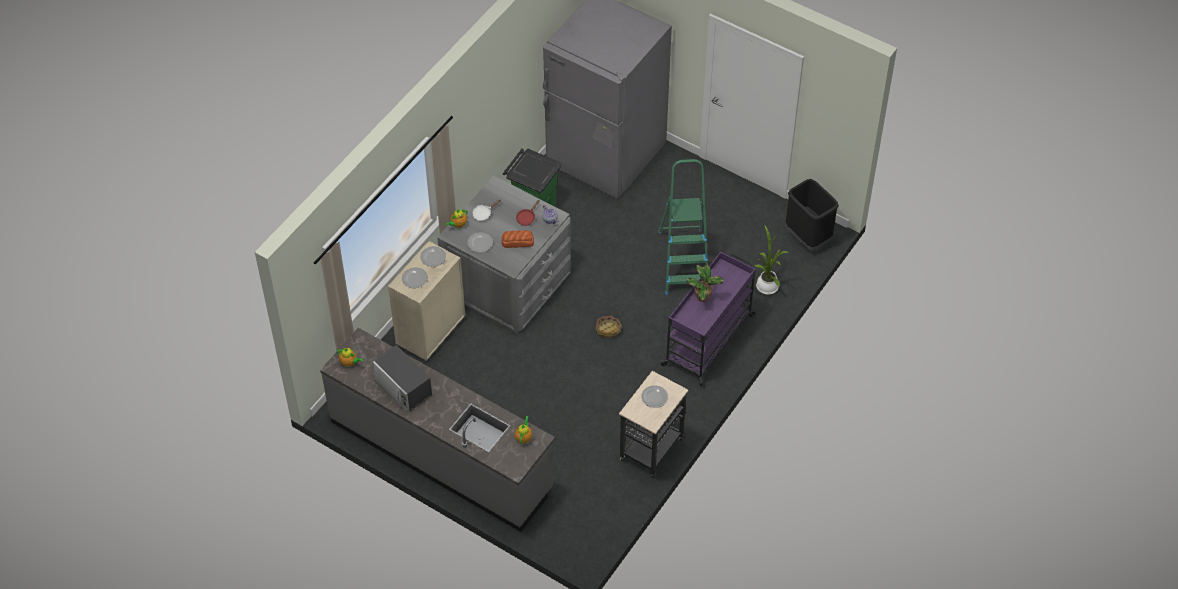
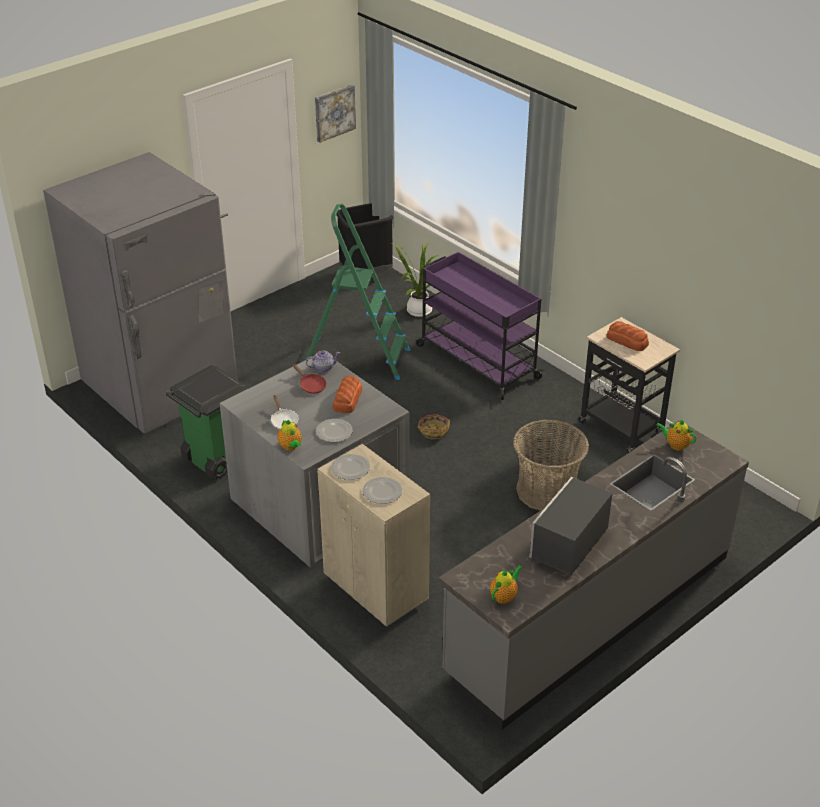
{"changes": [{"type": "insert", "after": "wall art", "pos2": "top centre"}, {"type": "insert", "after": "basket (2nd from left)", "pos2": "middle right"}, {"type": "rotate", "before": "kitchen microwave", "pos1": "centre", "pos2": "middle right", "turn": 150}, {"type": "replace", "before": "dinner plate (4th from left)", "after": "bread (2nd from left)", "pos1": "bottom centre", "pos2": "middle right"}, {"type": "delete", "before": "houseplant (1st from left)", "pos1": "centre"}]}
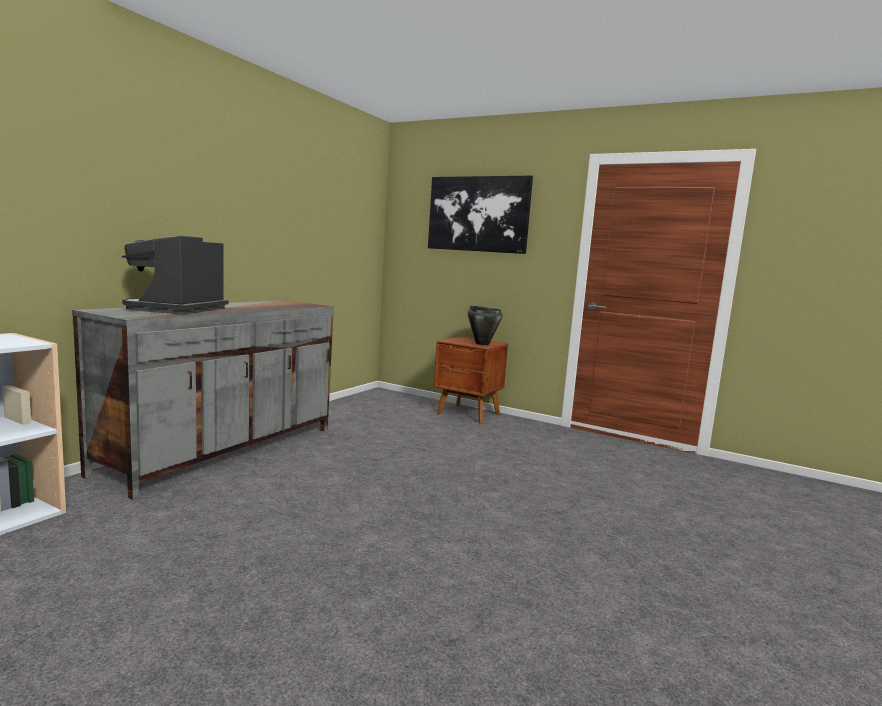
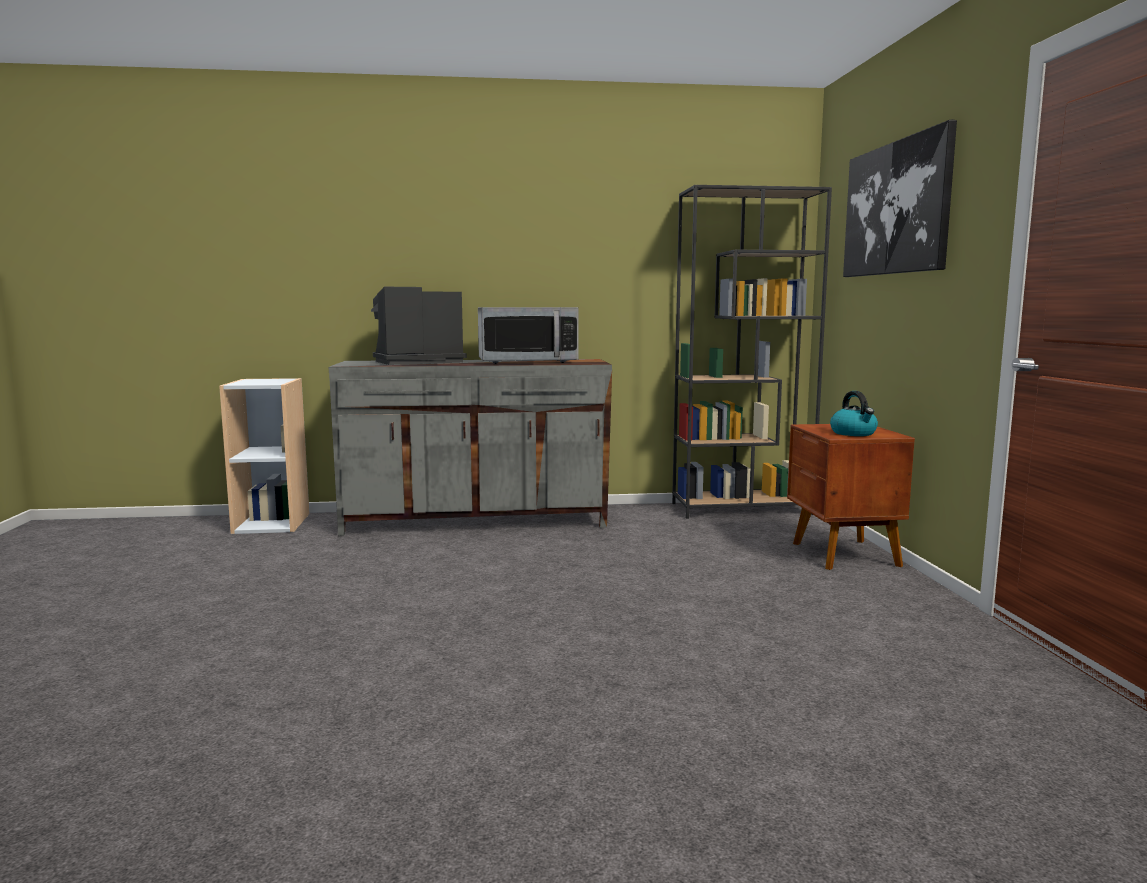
{"changes": [{"type": "insert", "after": "kitchen microwave", "pos2": "centre"}, {"type": "insert", "after": "bookshelf (2nd from left)", "pos2": "centre"}, {"type": "replace", "before": "black cooking pot", "after": "tea kettle", "pos1": "centre", "pos2": "middle right"}]}
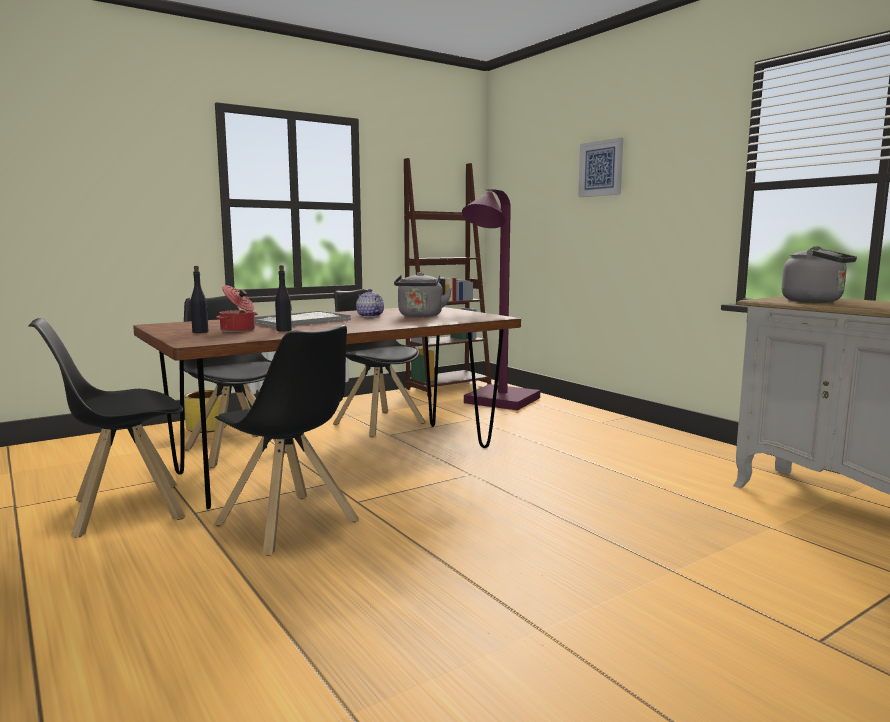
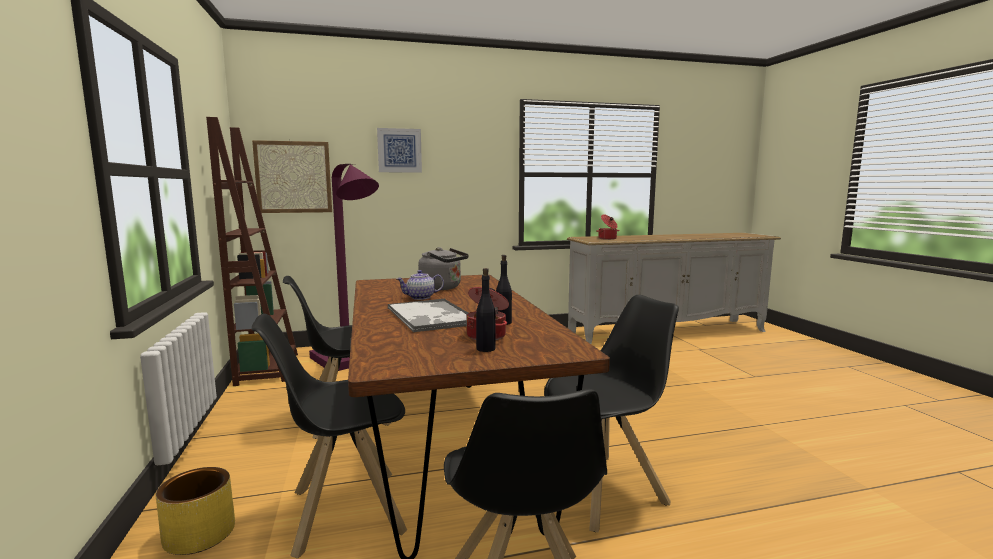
{"changes": [{"type": "insert", "after": "wall art (1st from left)", "pos2": "top left"}, {"type": "replace", "before": "greyish tea kettle (2nd from left)", "after": "cooking pot (2nd from left)", "pos1": "middle right", "pos2": "centre"}]}
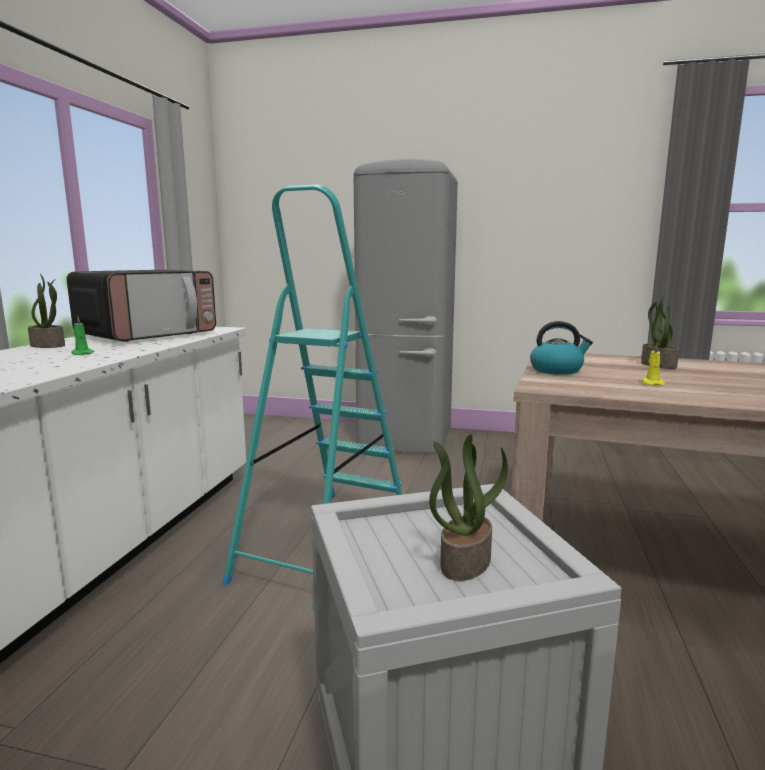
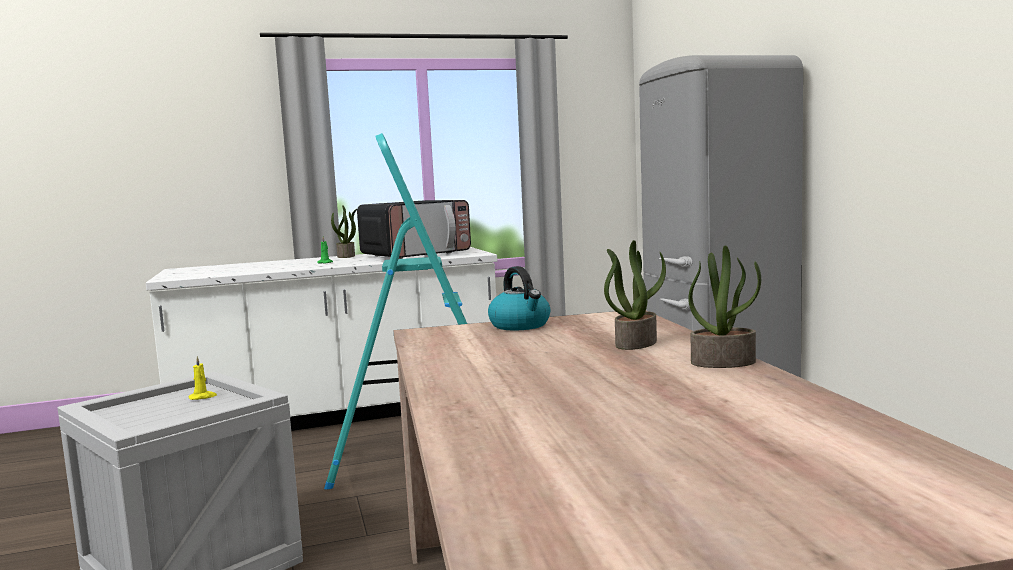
{"changes": [{"type": "move", "before": "yellow wax candle", "pos1": "middle right", "pos2": "middle left"}, {"type": "rotate", "before": "kitchen microwave", "pos1": "middle left", "pos2": "centre", "turn": -45}, {"type": "move", "before": "houseplant (2nd from left in the first image)", "after": "houseplant (3rd from left)", "pos1": "centre", "pos2": "middle right"}]}
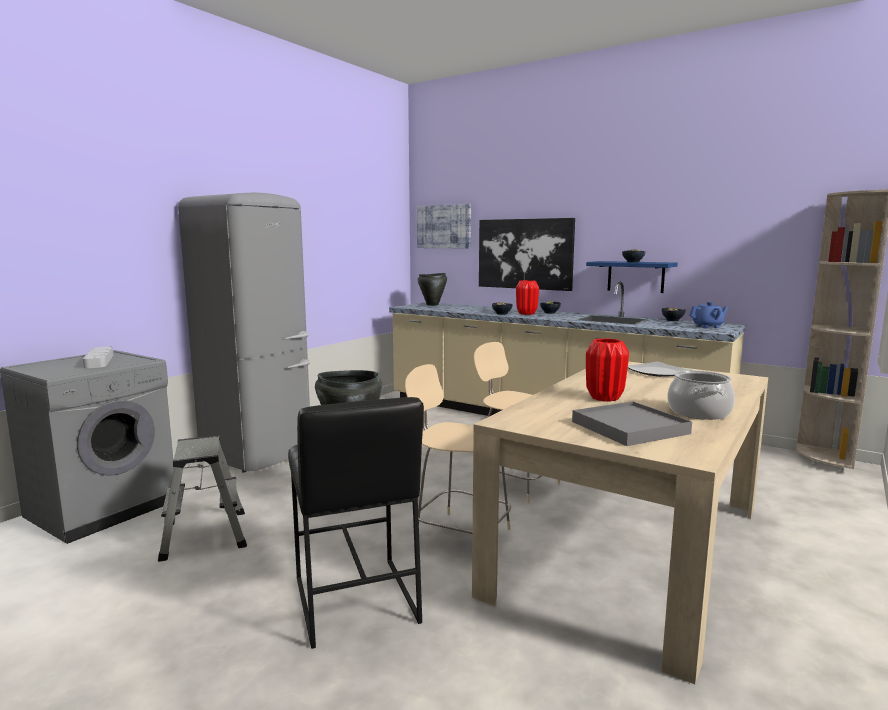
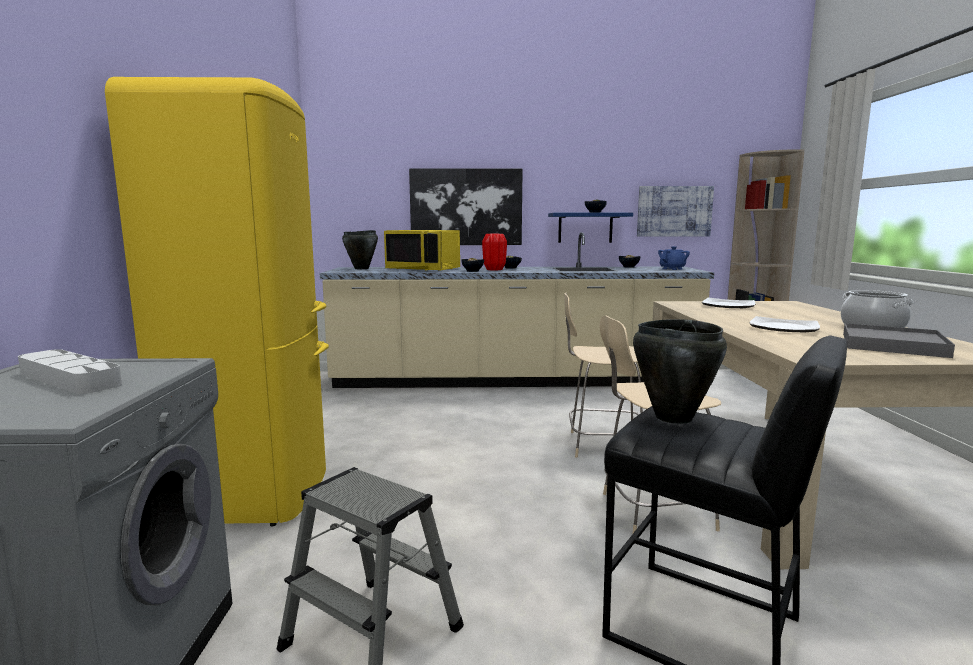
{"changes": [{"type": "recolor", "before": "greyish fridge", "after": "yellow fridge", "pos1": "middle left", "pos2": "middle left"}, {"type": "insert", "after": "yellow kitchen microwave", "pos2": "centre"}, {"type": "move", "before": "wall art (1st from left in the first image)", "after": "wall art (2nd from left)", "pos1": "top centre", "pos2": "top right"}, {"type": "replace", "before": "red-coloured decorative vase (2nd from left)", "after": "dinner plate (2nd from left)", "pos1": "middle right", "pos2": "middle right"}]}
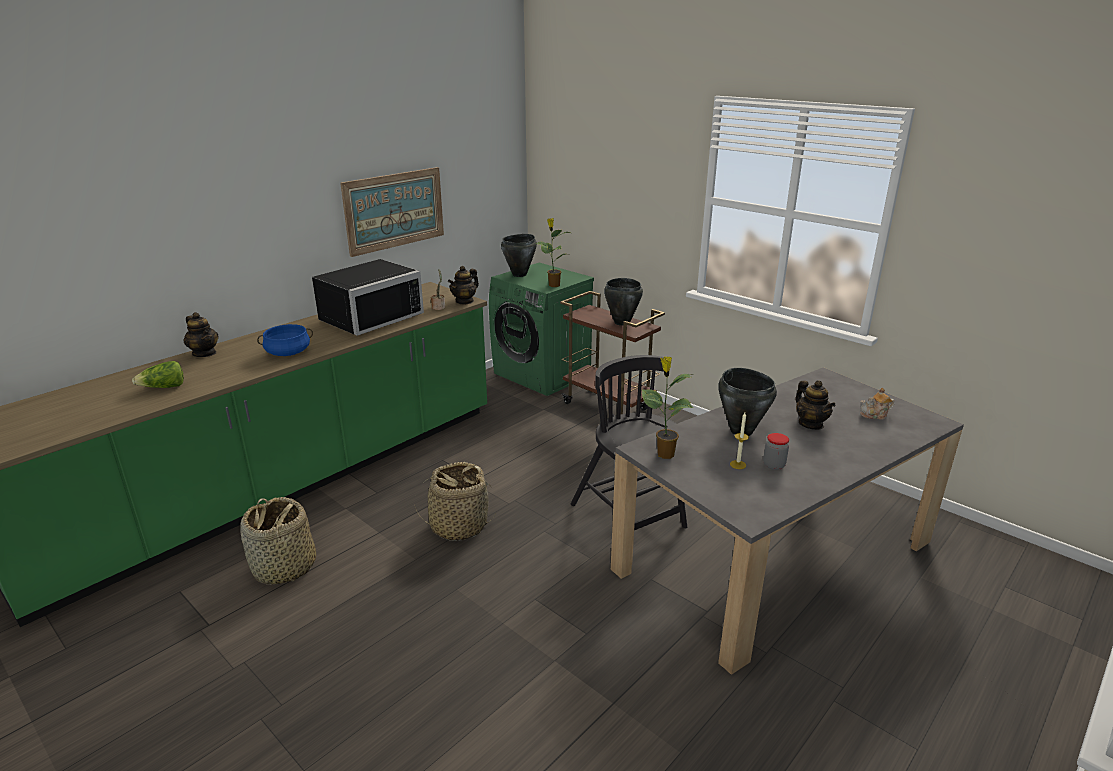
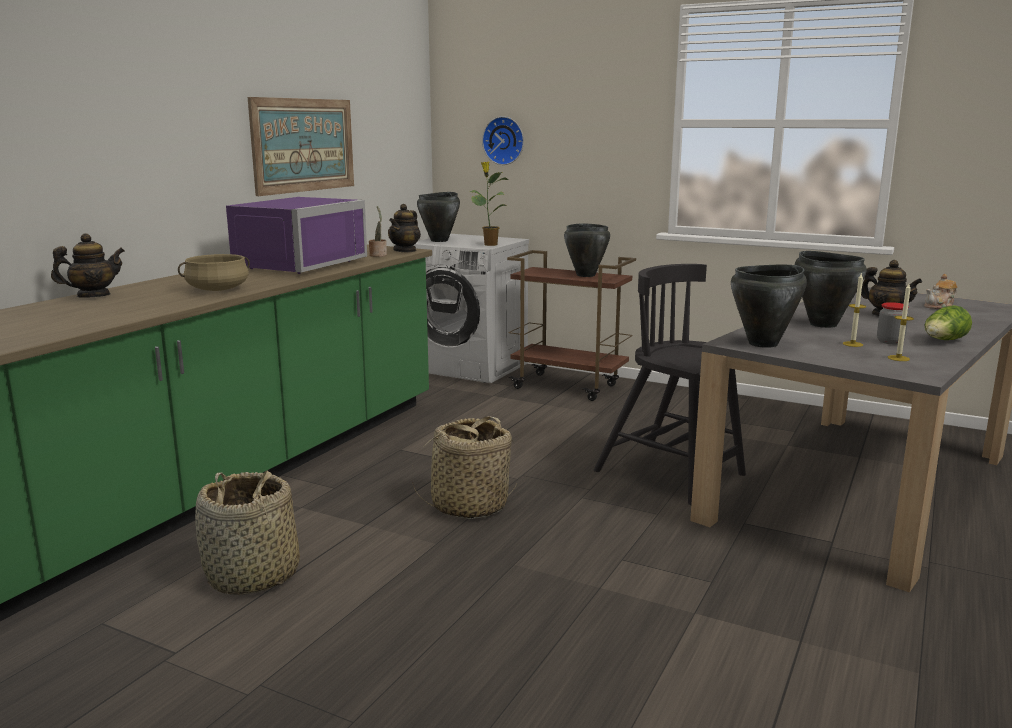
{"changes": [{"type": "rotate", "before": "teapot (1st from left)", "pos1": "middle left", "pos2": "middle left", "turn": -60}, {"type": "recolor", "before": "blue cooking pot", "after": "beige-coloured cooking pot", "pos1": "middle left", "pos2": "middle left"}, {"type": "recolor", "before": "black kitchen microwave", "after": "purplish kitchen microwave", "pos1": "middle left", "pos2": "top left"}, {"type": "recolor", "before": "greenish laundry appliance", "after": "white laundry appliance", "pos1": "centre", "pos2": "centre"}, {"type": "insert", "after": "wall clock", "pos2": "top centre"}, {"type": "replace", "before": "houseplant (3rd from left)", "after": "black cooking pot (3rd from left)", "pos1": "centre", "pos2": "middle right"}, {"type": "insert", "after": "wax candle (2nd from left)", "pos2": "middle right"}, {"type": "move", "before": "lettuce head", "pos1": "middle left", "pos2": "middle right"}]}
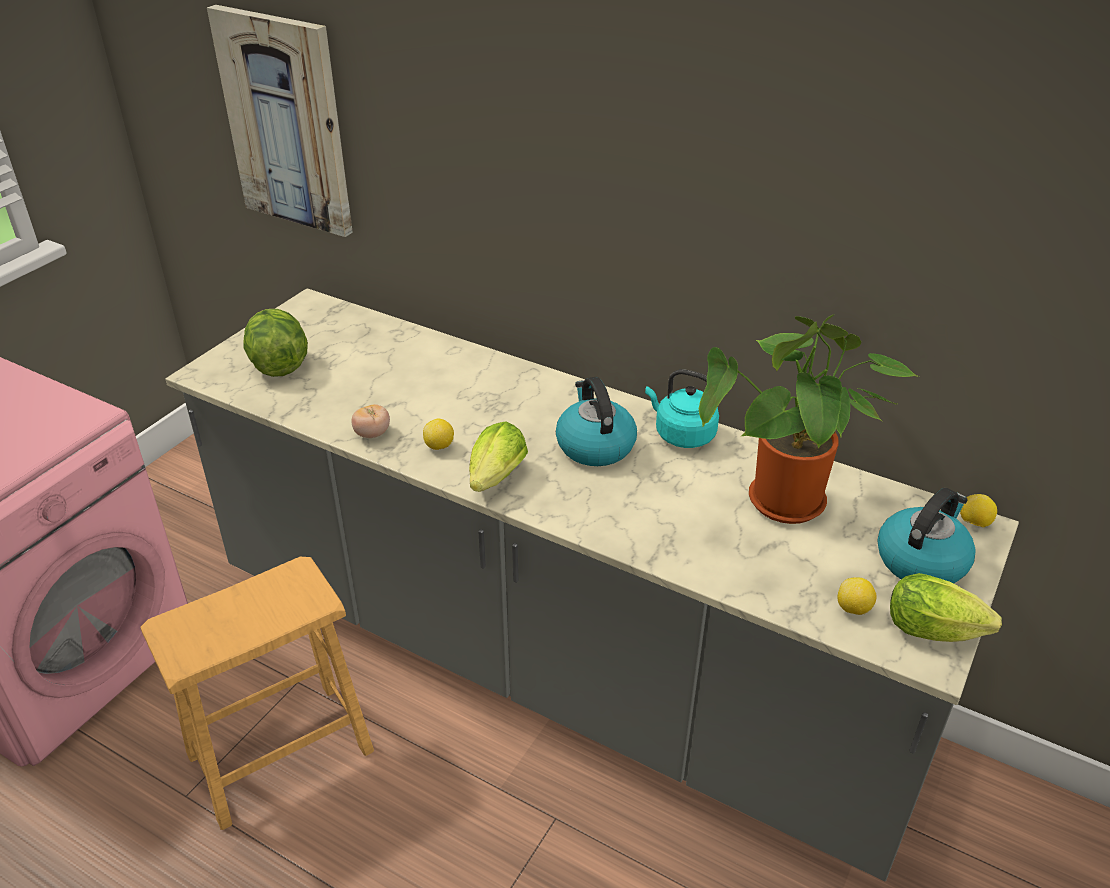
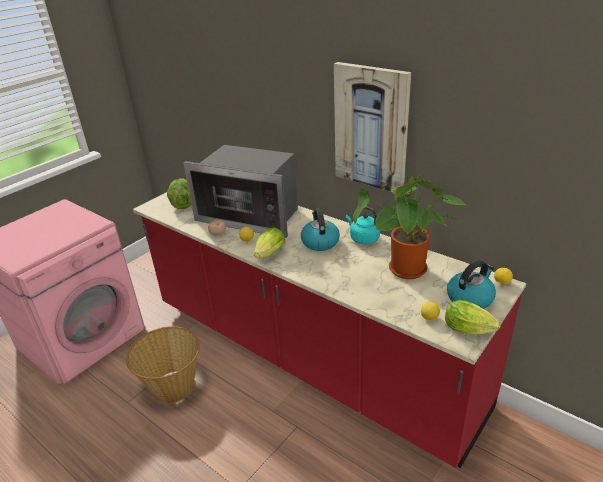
{"changes": [{"type": "replace", "before": "brownish sitting stool", "after": "basket", "pos1": "bottom left", "pos2": "bottom left"}, {"type": "recolor", "before": "greyish counter", "after": "red-coloured counter", "pos1": "centre", "pos2": "bottom centre"}, {"type": "insert", "after": "kitchen microwave", "pos2": "centre"}, {"type": "move", "before": "wall art", "pos1": "top left", "pos2": "top centre"}]}
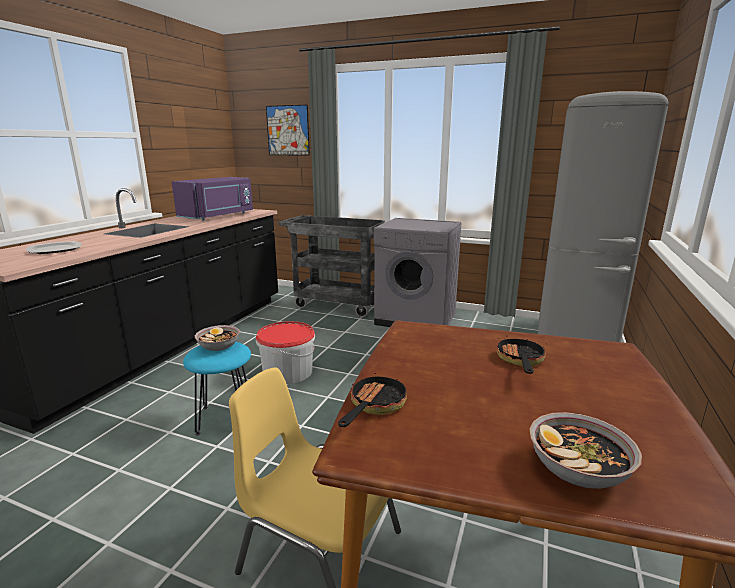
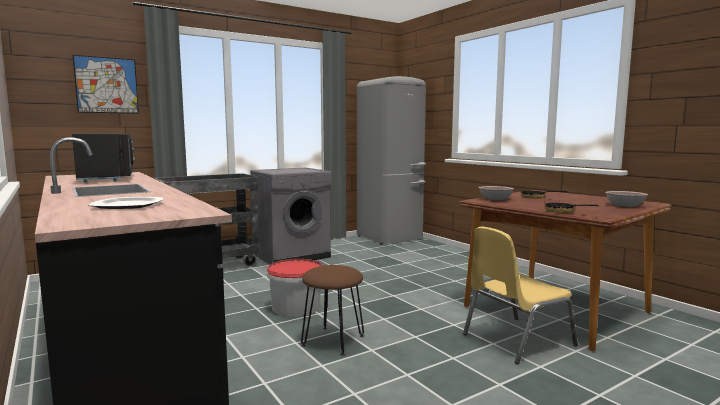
{"changes": [{"type": "recolor", "before": "purplish kitchen microwave", "after": "black kitchen microwave", "pos1": "middle left", "pos2": "middle left"}, {"type": "recolor", "before": "turquoise sitting stool", "after": "brownish sitting stool", "pos1": "middle left", "pos2": "bottom centre"}, {"type": "move", "before": "deep dish (1st from left)", "pos1": "middle left", "pos2": "middle right"}]}
